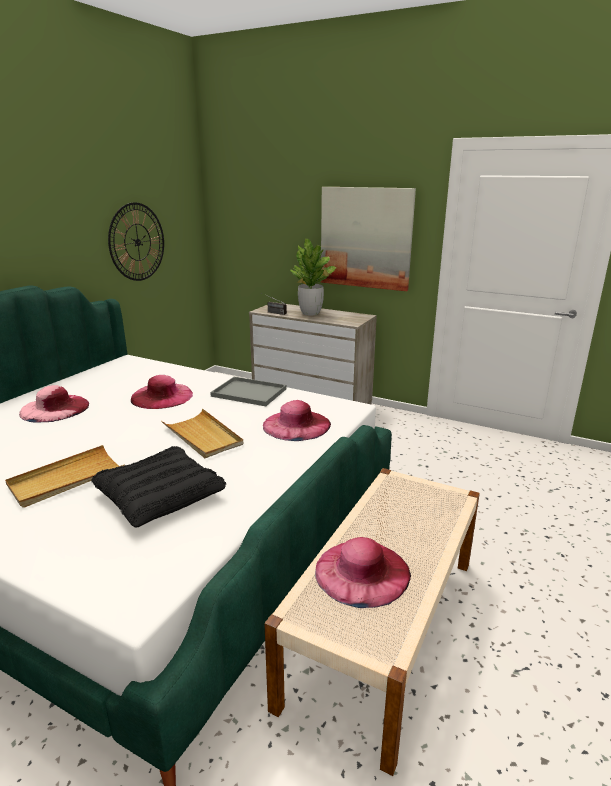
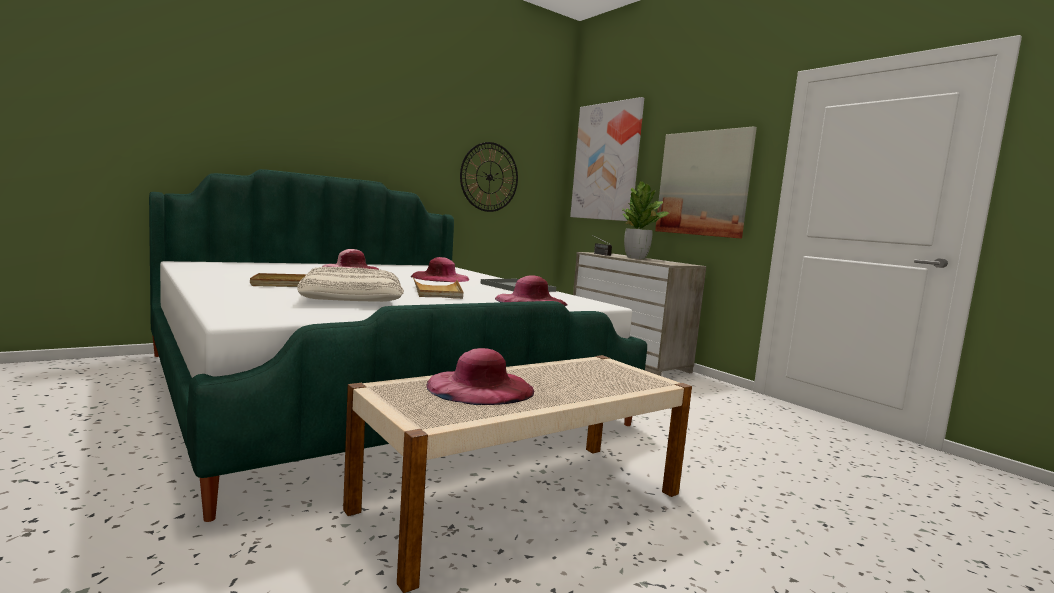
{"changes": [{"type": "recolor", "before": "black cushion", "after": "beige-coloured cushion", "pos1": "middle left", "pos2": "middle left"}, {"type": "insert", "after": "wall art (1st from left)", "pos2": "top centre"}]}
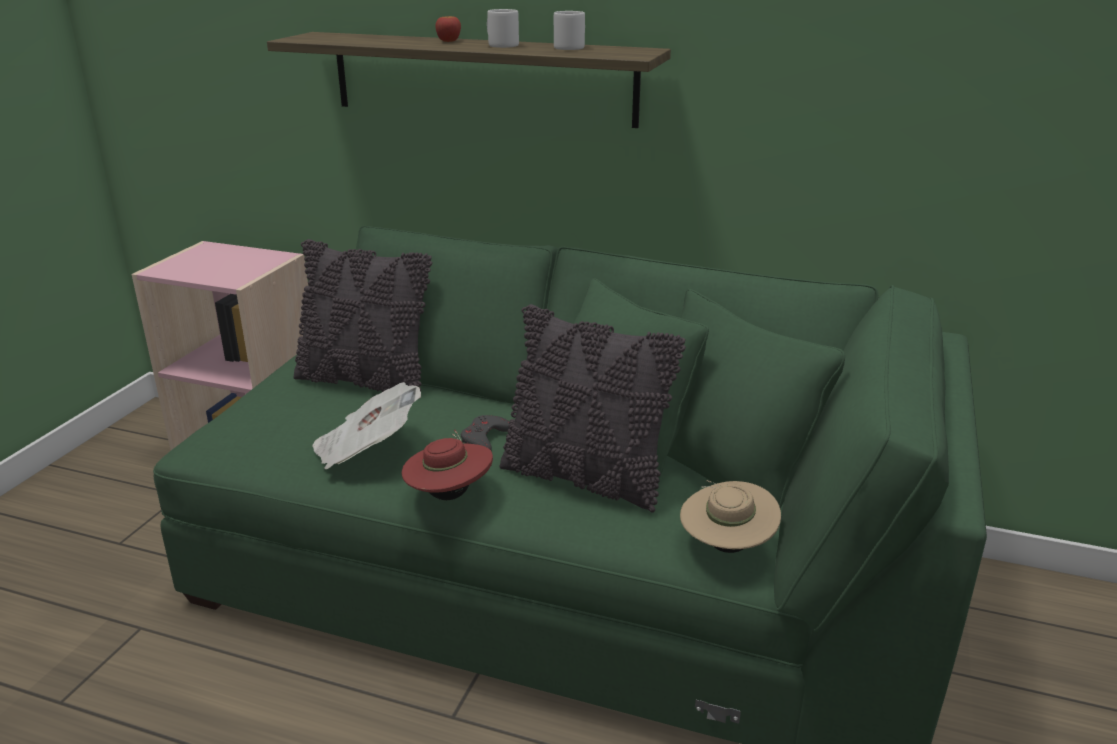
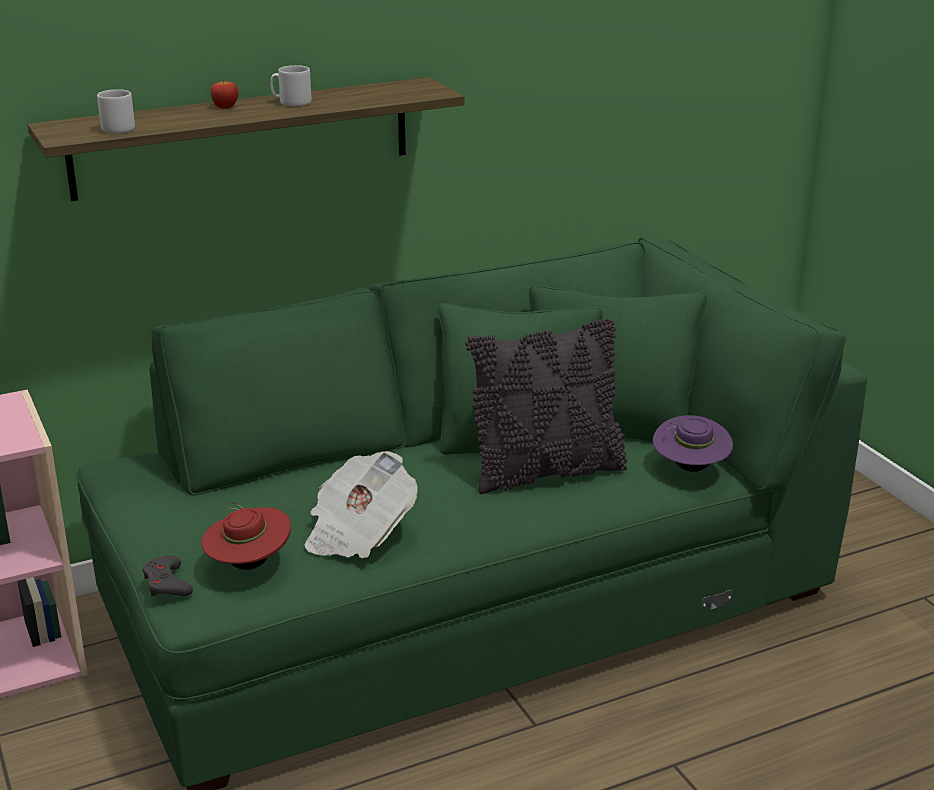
{"changes": [{"type": "move", "before": "greyish coffee mug (2nd from left in the first image)", "after": "greyish coffee mug (1st from left)", "pos1": "top centre", "pos2": "top left"}, {"type": "move", "before": "greyish gamepad", "pos1": "centre", "pos2": "bottom left"}, {"type": "move", "before": "red-coloured hat", "pos1": "centre", "pos2": "bottom left"}, {"type": "recolor", "before": "beige-coloured hat", "after": "purplish hat", "pos1": "bottom centre", "pos2": "middle right"}, {"type": "delete", "before": "black cushion (1st from left)", "pos1": "middle left"}]}
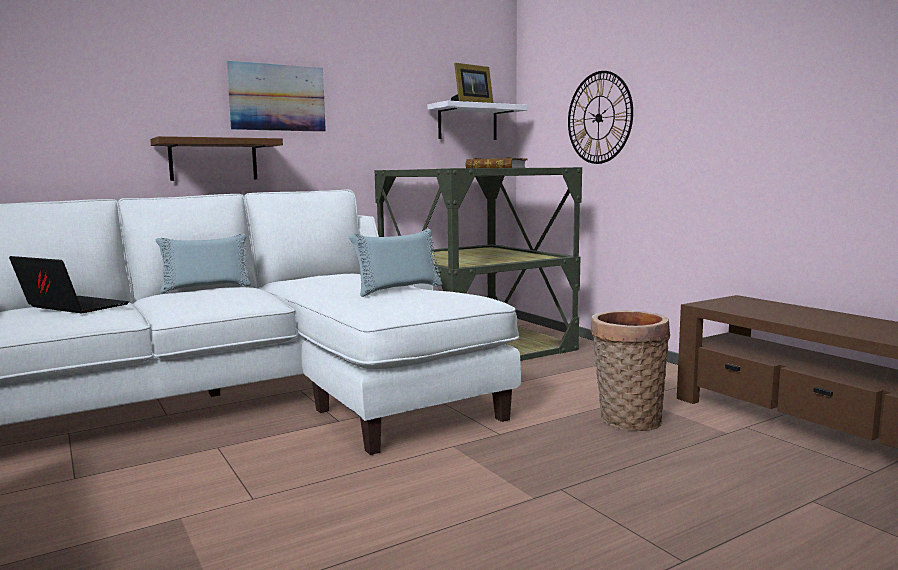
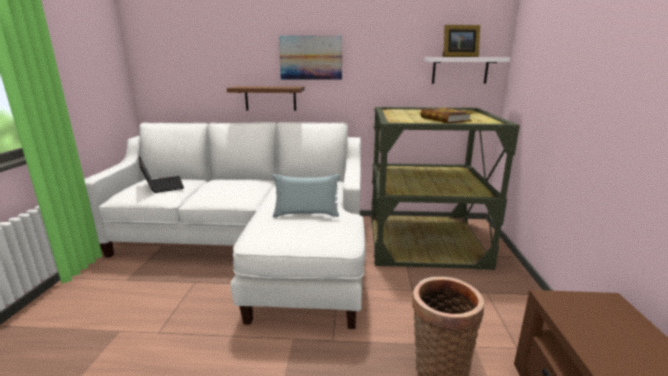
{"changes": [{"type": "delete", "before": "blue cushion (1st from left)", "pos1": "middle left"}, {"type": "delete", "before": "wall clock", "pos1": "top right"}]}
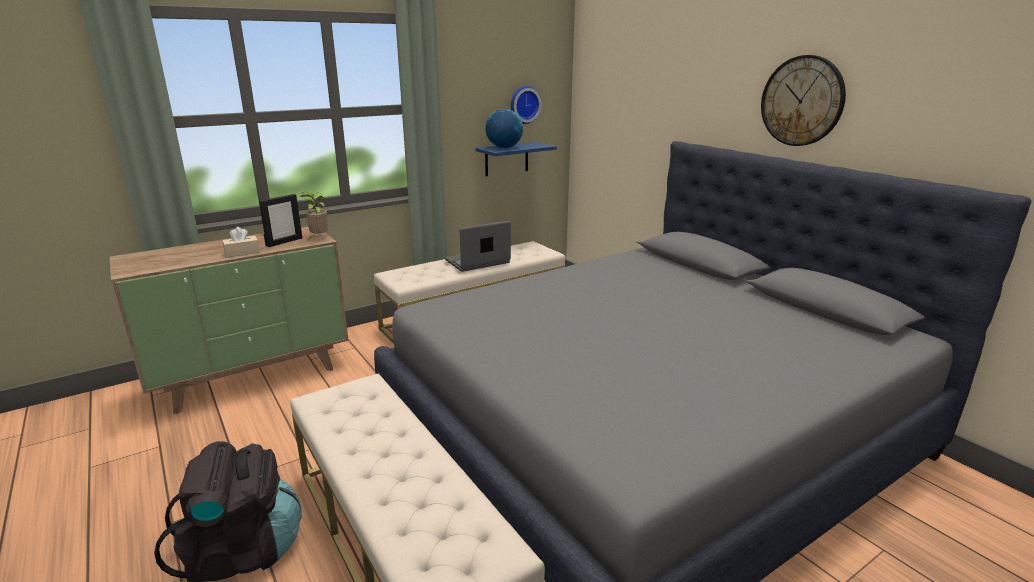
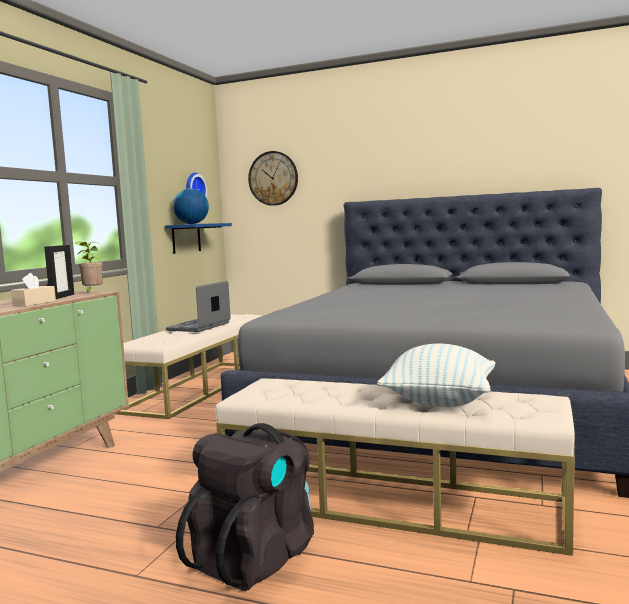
{"changes": [{"type": "move", "before": "wall clock (2nd from left)", "pos1": "top right", "pos2": "top centre"}, {"type": "insert", "after": "cushion", "pos2": "middle right"}]}
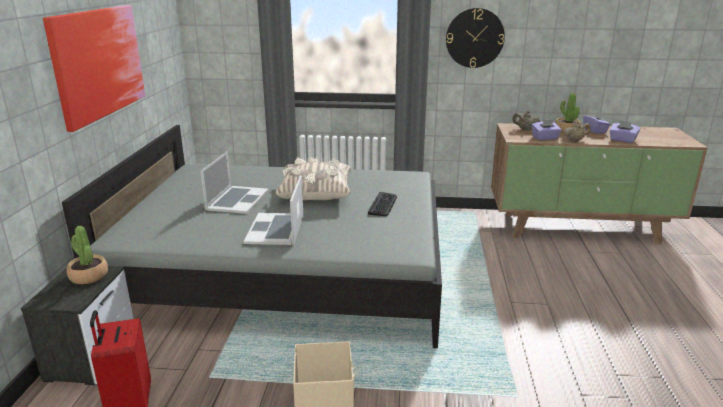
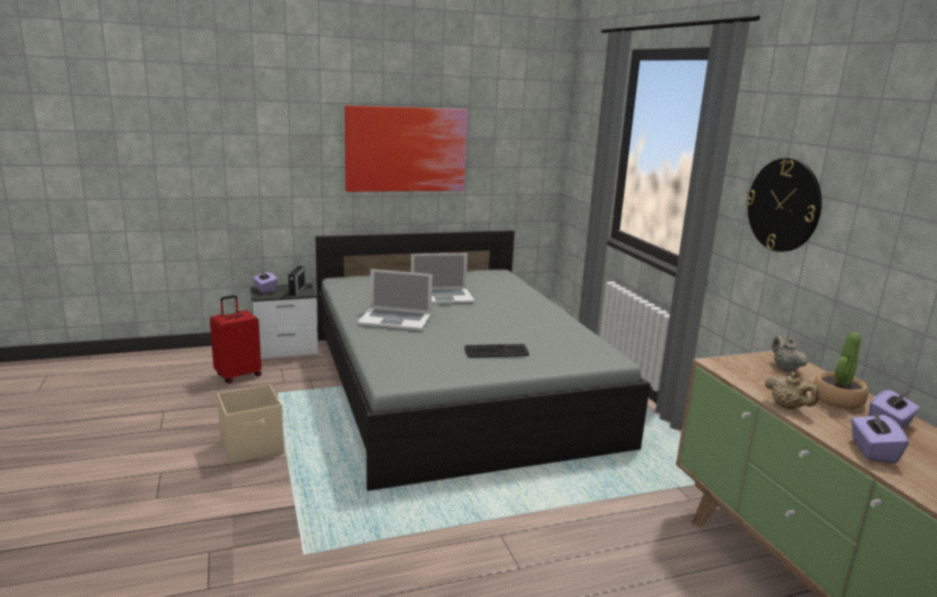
{"changes": [{"type": "move", "before": "purplish tissue box (1st from left)", "pos1": "top right", "pos2": "middle left"}, {"type": "replace", "before": "houseplant (1st from left)", "after": "radio set", "pos1": "middle left", "pos2": "middle left"}, {"type": "rotate", "before": "laptop (2nd from left in the first image)", "pos1": "centre", "pos2": "centre", "turn": -150}, {"type": "delete", "before": "beige-coloured cushion", "pos1": "centre"}]}
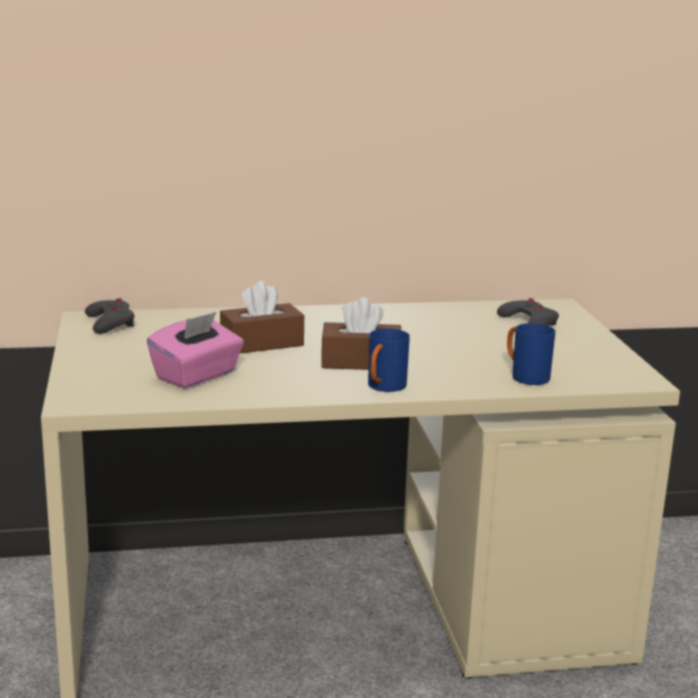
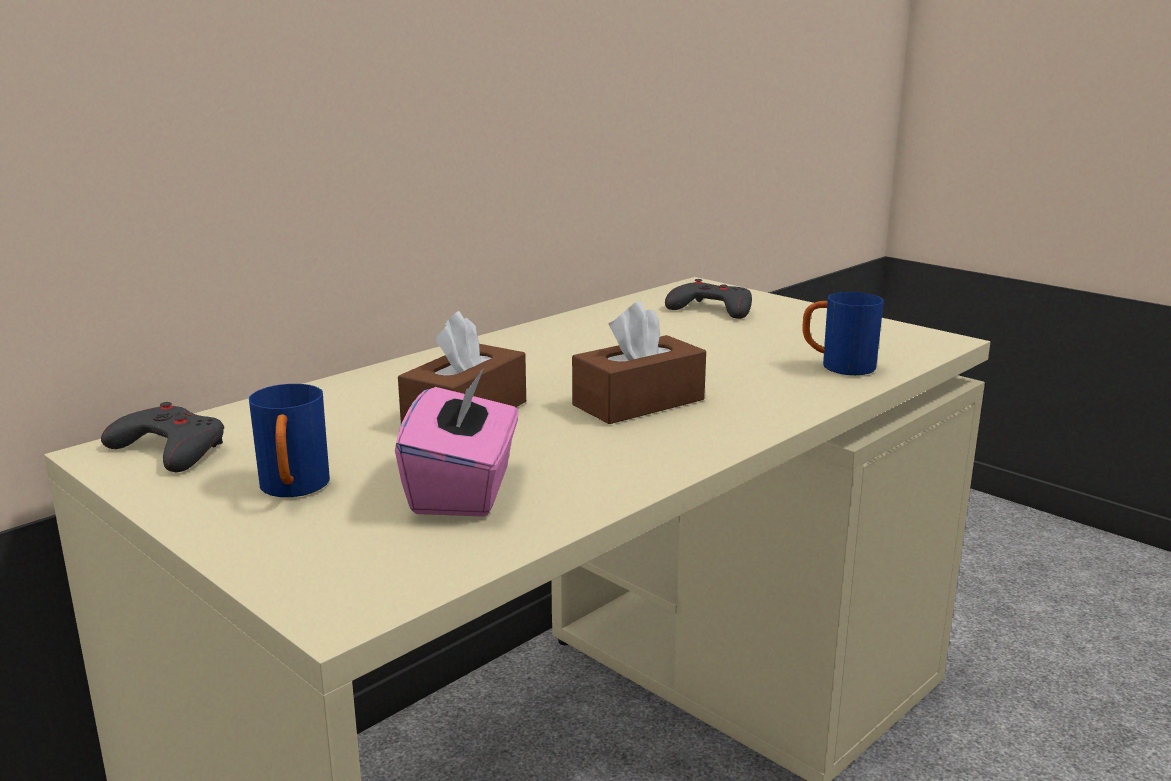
{"changes": [{"type": "move", "before": "blue coffee mug (1st from left)", "pos1": "centre", "pos2": "middle left"}]}
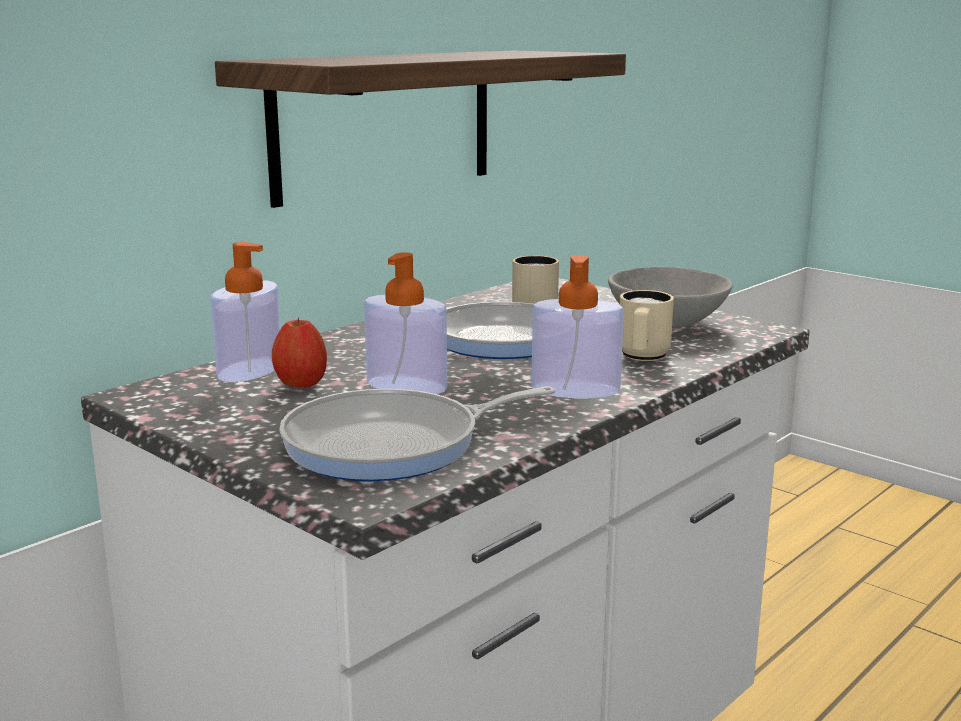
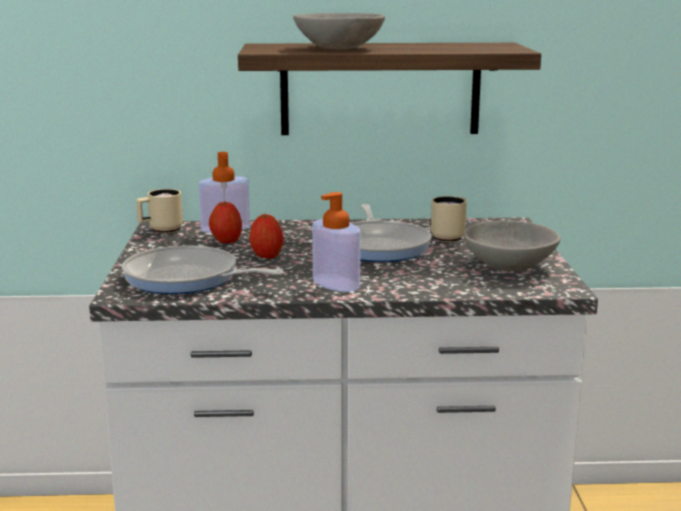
{"changes": [{"type": "move", "before": "beige-coloured coffee mug (2nd from left in the first image)", "after": "beige-coloured coffee mug (1st from left)", "pos1": "middle right", "pos2": "middle left"}, {"type": "replace", "before": "soap dispenser (2nd from left)", "after": "whole apple (2nd from left)", "pos1": "centre", "pos2": "centre"}, {"type": "insert", "after": "greyish deep dish (1st from left)", "pos2": "top centre"}]}
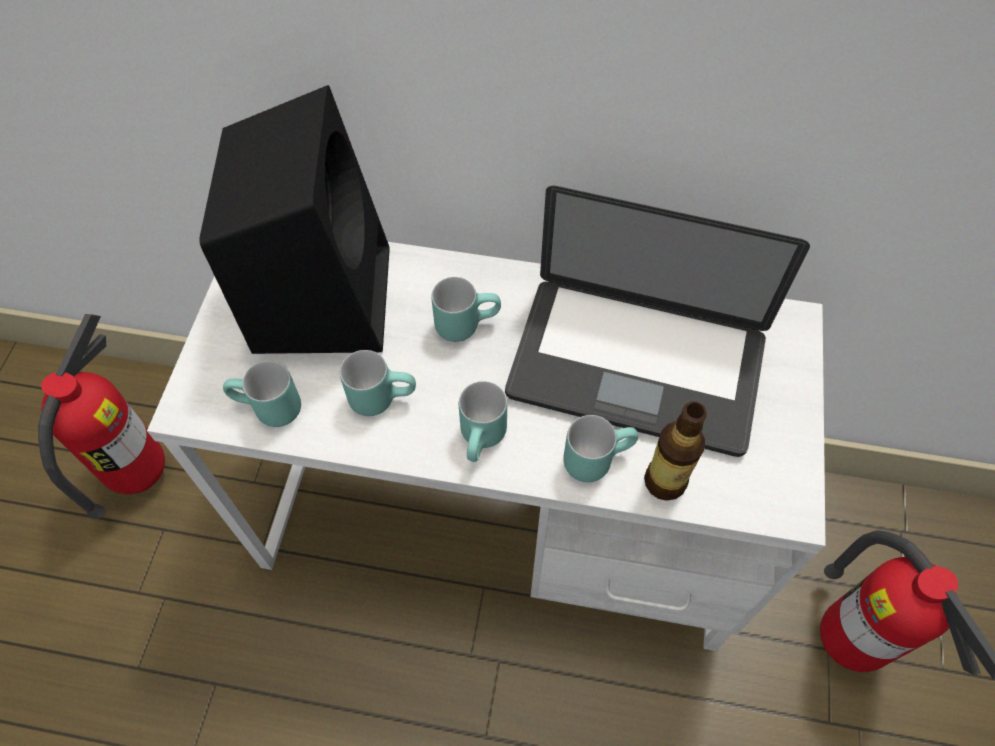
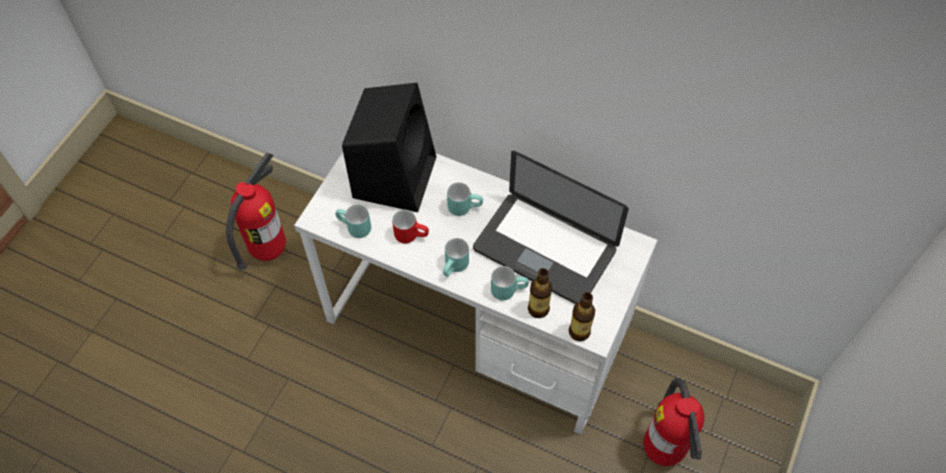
{"changes": [{"type": "recolor", "before": "turquoise coffee mug (2nd from left)", "after": "red-coloured coffee mug", "pos1": "centre", "pos2": "centre"}, {"type": "insert", "after": "drink bottle (2nd from left)", "pos2": "bottom centre"}]}
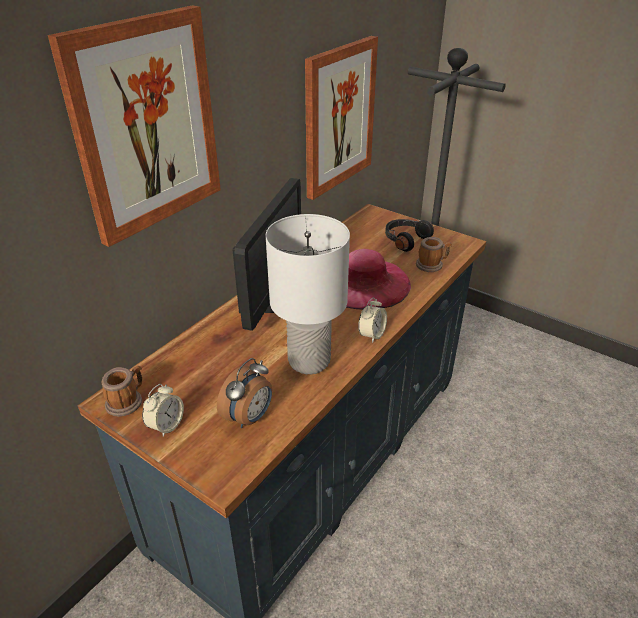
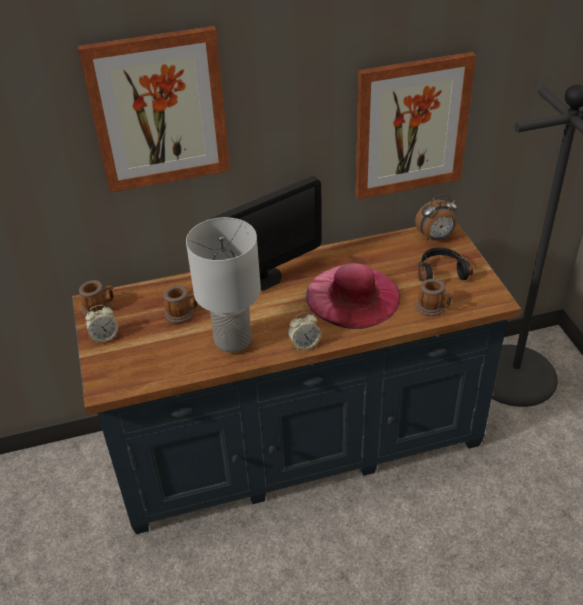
{"changes": [{"type": "insert", "after": "coffee mug (2nd from left)", "pos2": "middle left"}, {"type": "move", "before": "bedside clock (2nd from left in the first image)", "after": "bedside clock (3rd from left)", "pos1": "centre", "pos2": "middle right"}]}
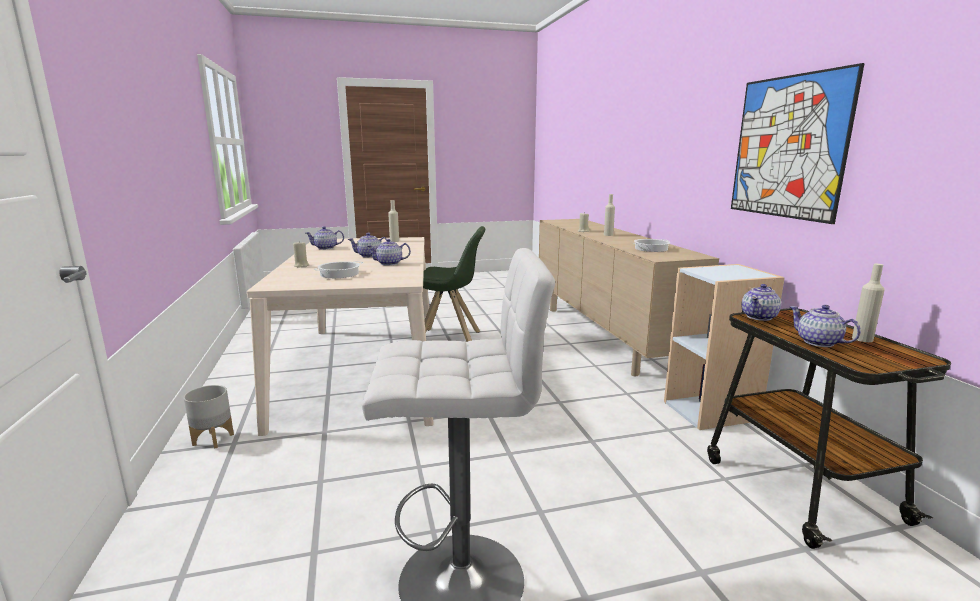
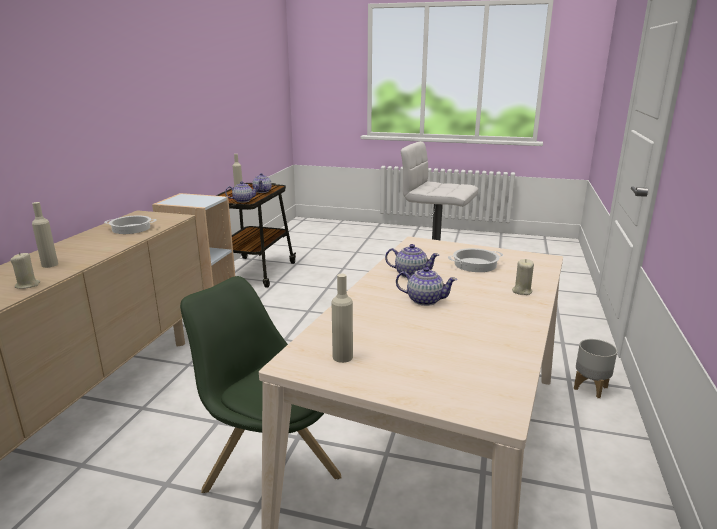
{"changes": [{"type": "delete", "before": "teapot (1st from left)", "pos1": "middle left"}, {"type": "delete", "before": "wall art", "pos1": "top right"}]}
